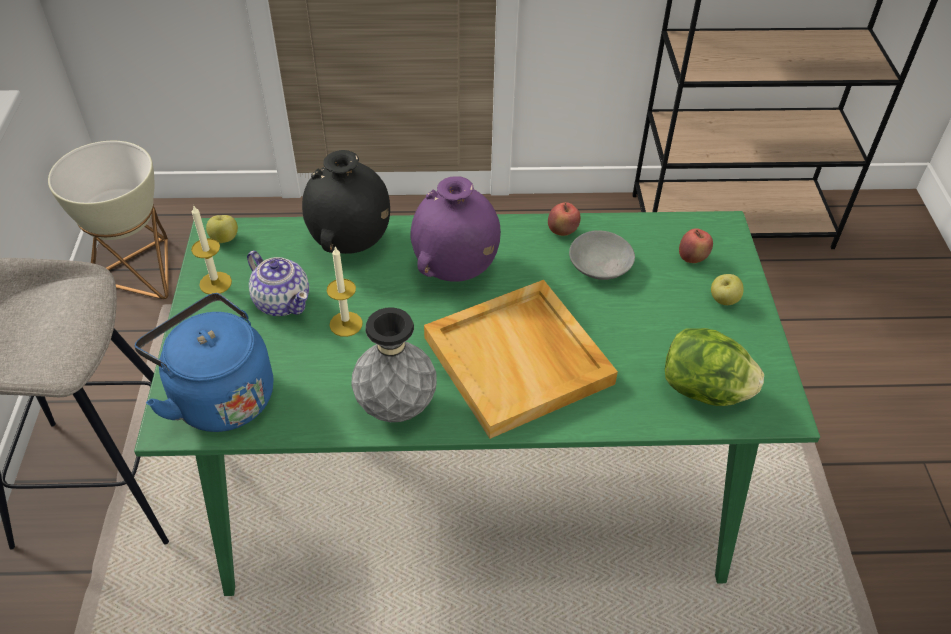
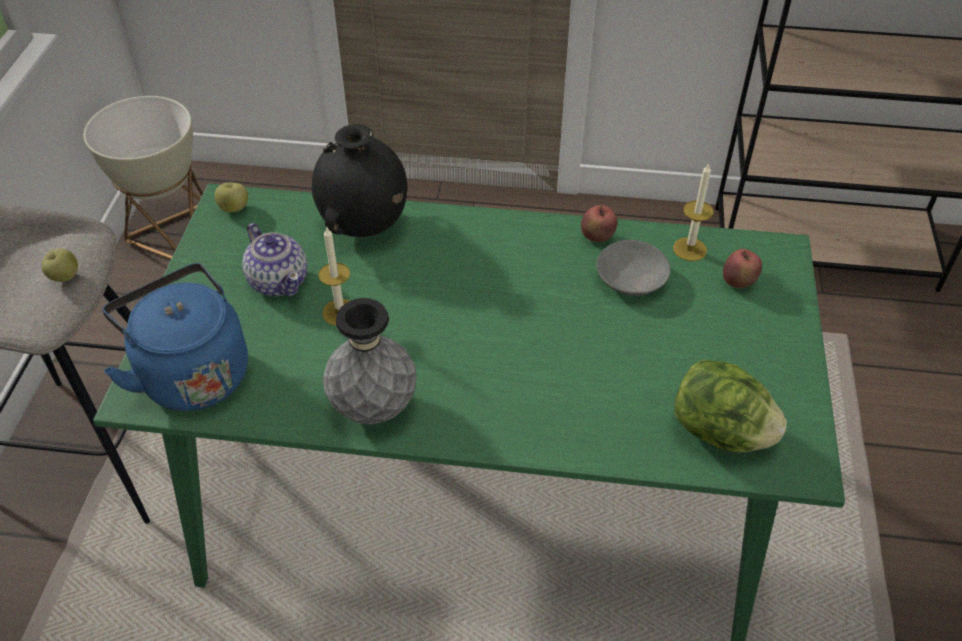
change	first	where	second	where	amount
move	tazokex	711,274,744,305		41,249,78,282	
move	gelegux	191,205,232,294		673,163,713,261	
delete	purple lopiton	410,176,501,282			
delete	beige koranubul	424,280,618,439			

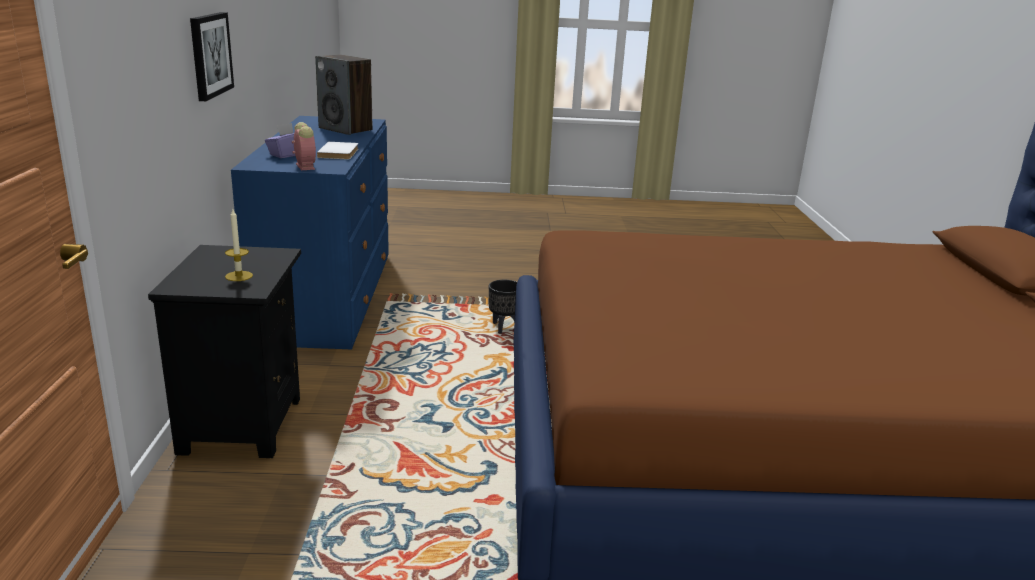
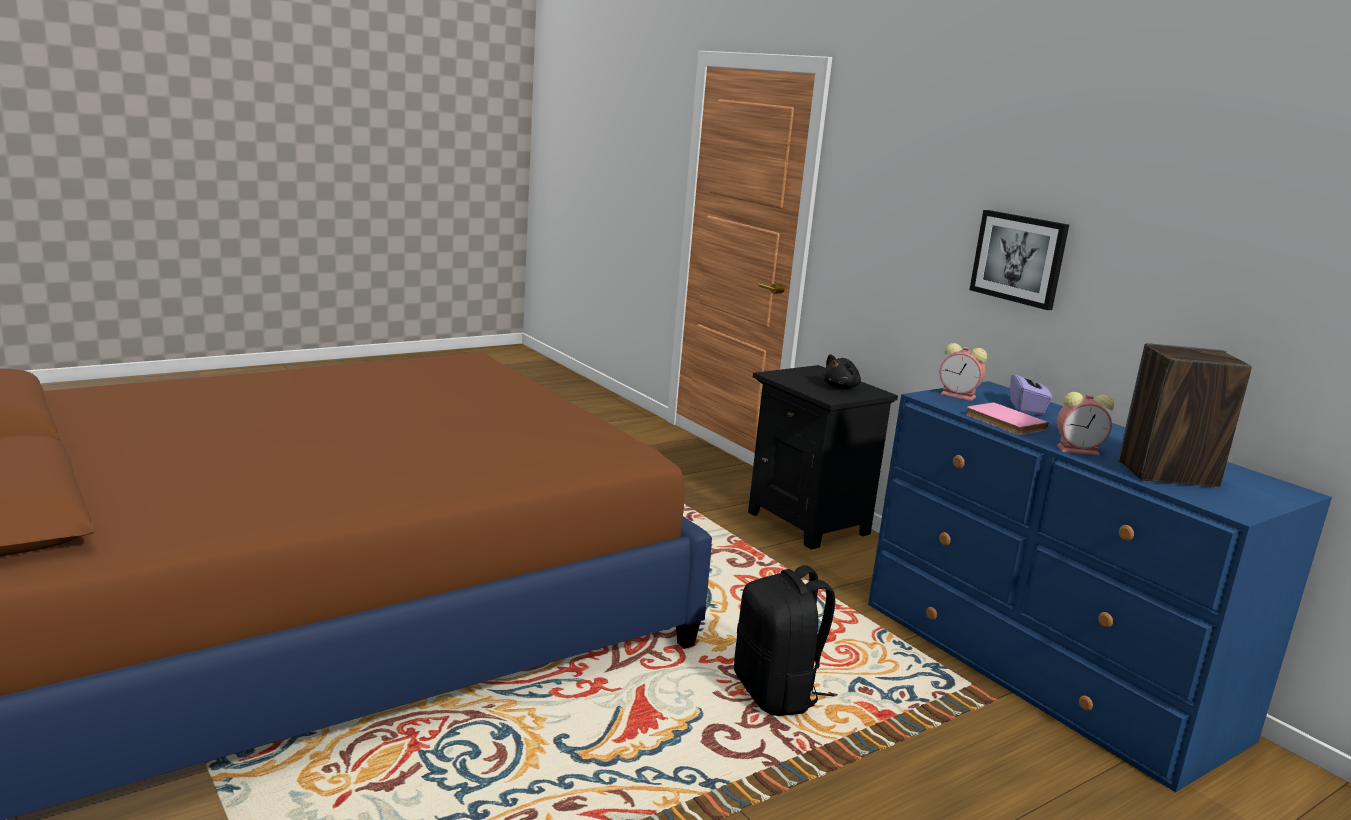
change	first	where	second	where	amount
replace	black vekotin	489,280,517,334	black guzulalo	734,565,835,716	
insert			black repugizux	823,354,861,389	
recolor	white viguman	317,142,358,159	pink viguman	966,402,1049,435	
insert			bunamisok	1057,392,1114,456	
delete	gelegux	225,209,253,281			

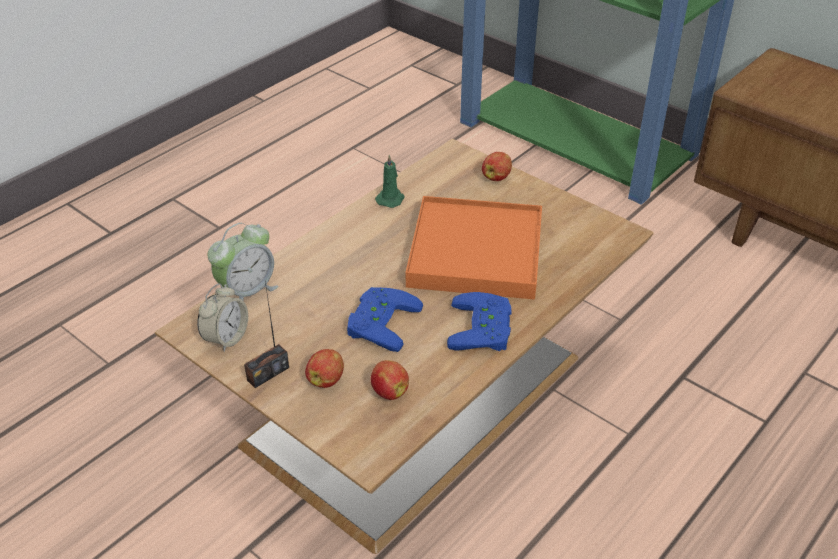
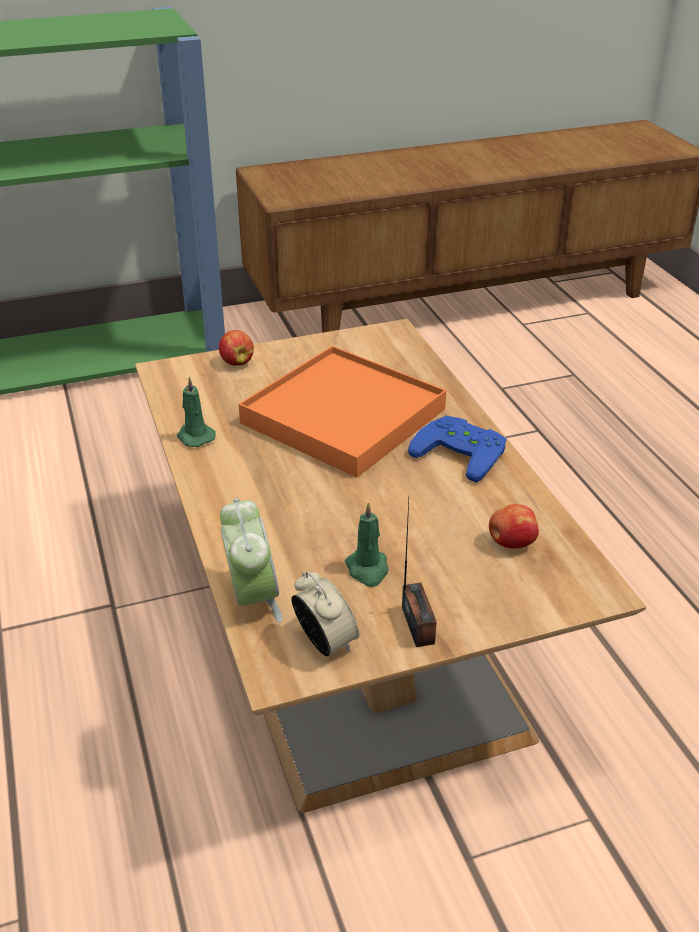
change	first	where	second	where	amount
insert			green gelegux	345,502,389,587	
delete	tazokex	305,349,344,388			
delete	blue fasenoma	347,287,423,352			

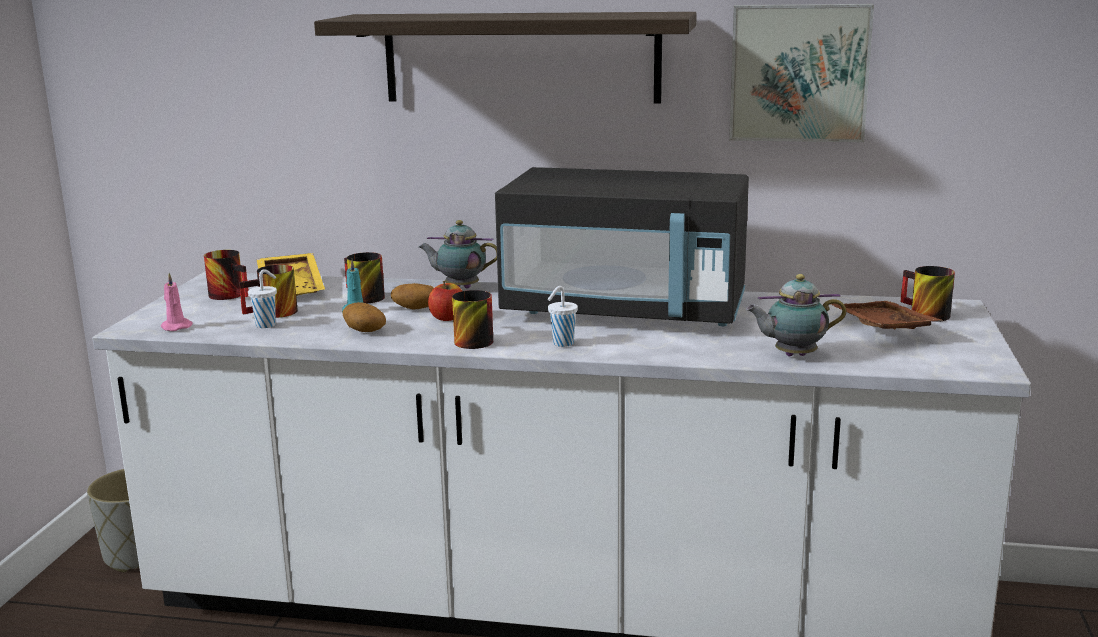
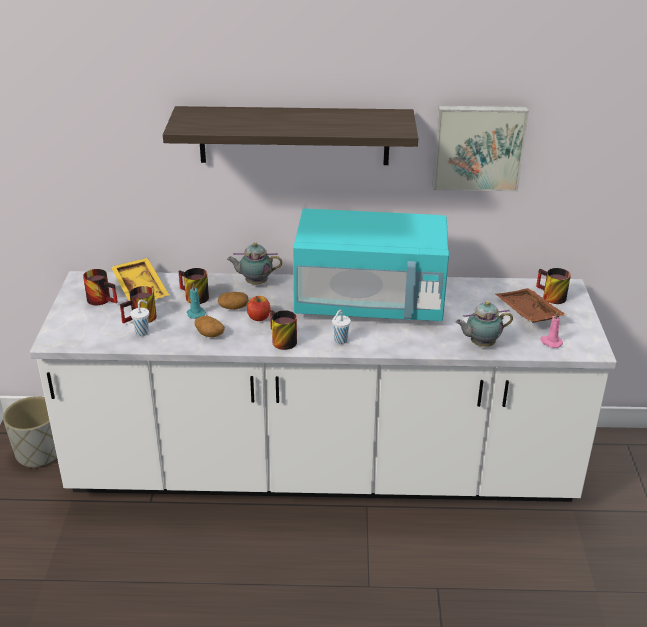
change	first	where	second	where	amount
recolor	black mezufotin	495,167,749,326	turquoise mezufotin	293,208,449,321	
move	pink gelegux	161,273,193,331		540,311,563,348	

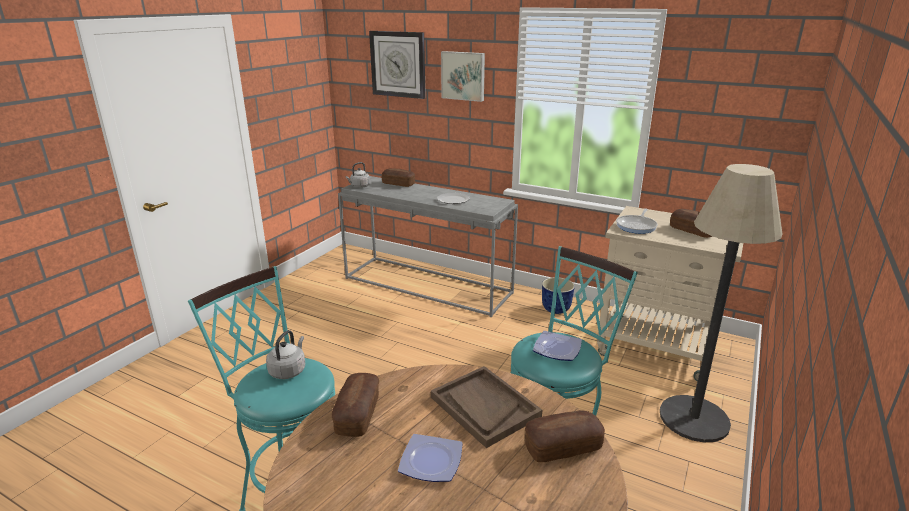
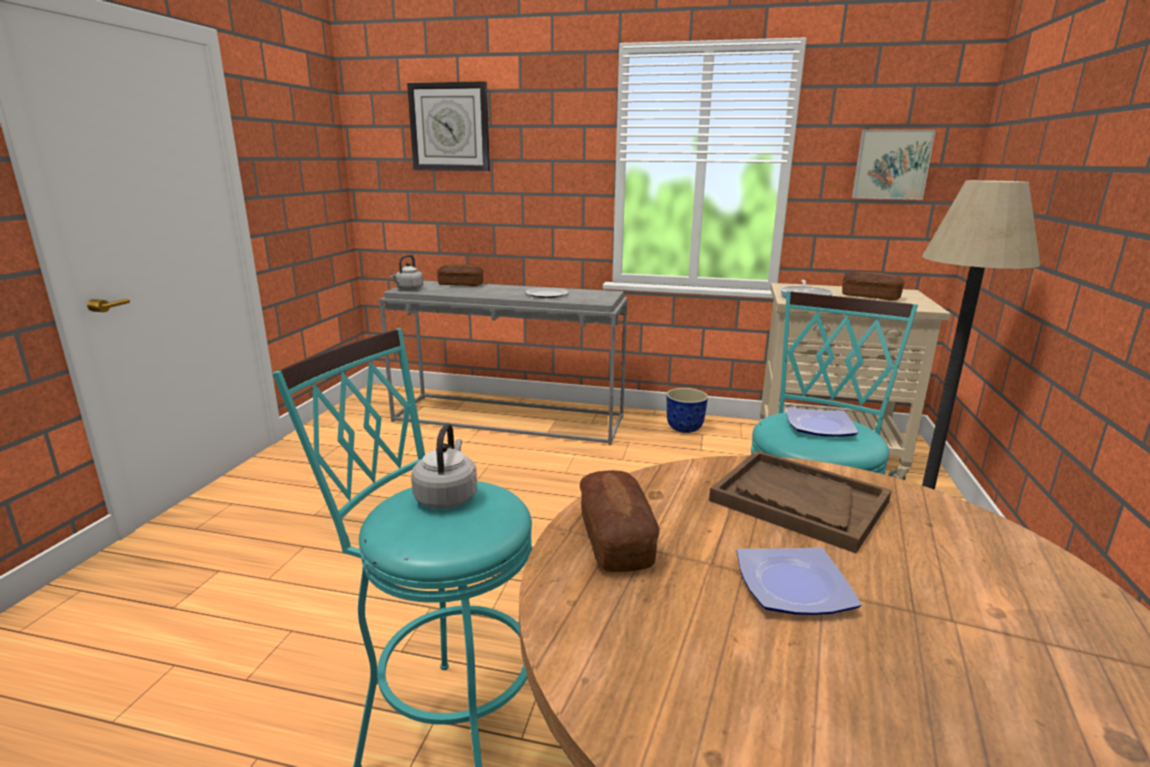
change	first	where	second	where	amount
move	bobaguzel	441,51,485,102		852,130,936,200	
delete	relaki	525,410,605,462			

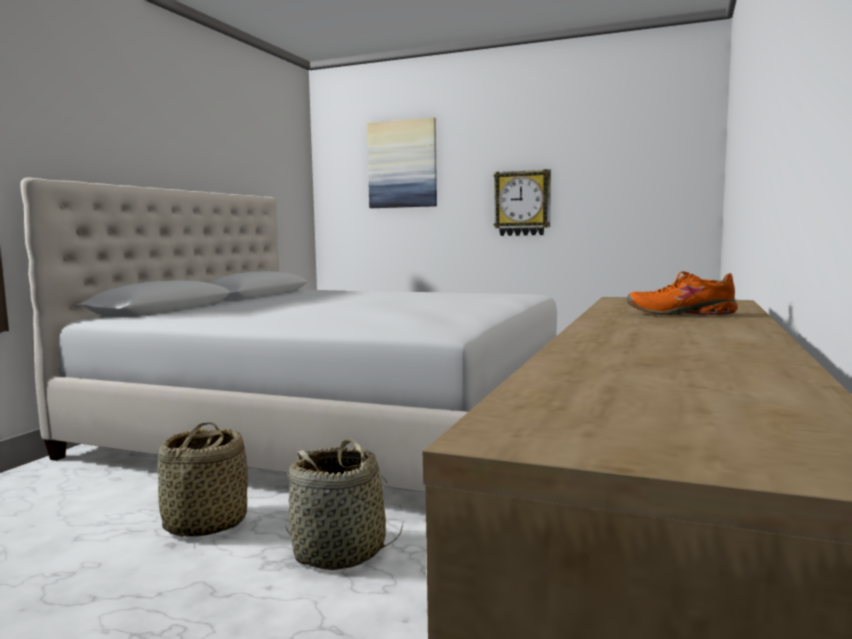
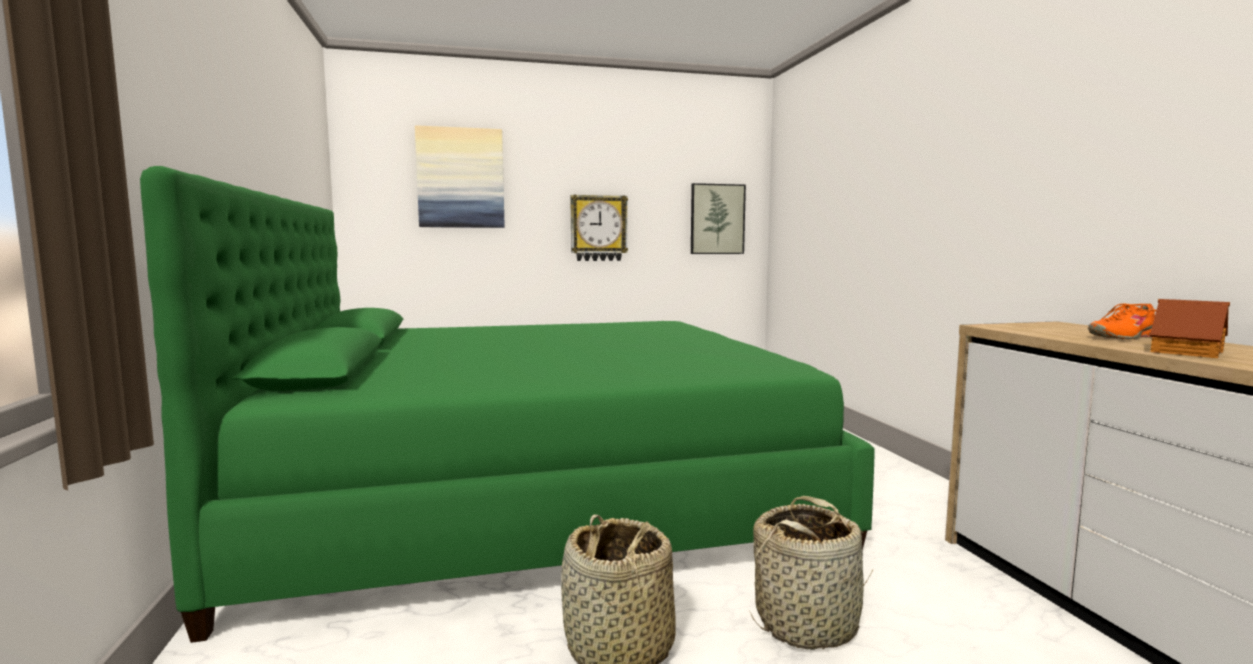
change	first	where	second	where	amount
recolor	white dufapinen	20,177,557,492	green dufapinen	140,166,875,643	
insert			bobaguzel	691,183,746,254	
insert			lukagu	1150,299,1230,358	

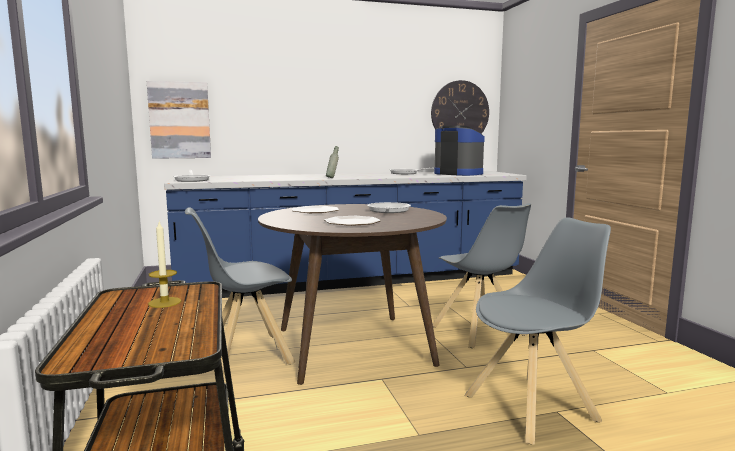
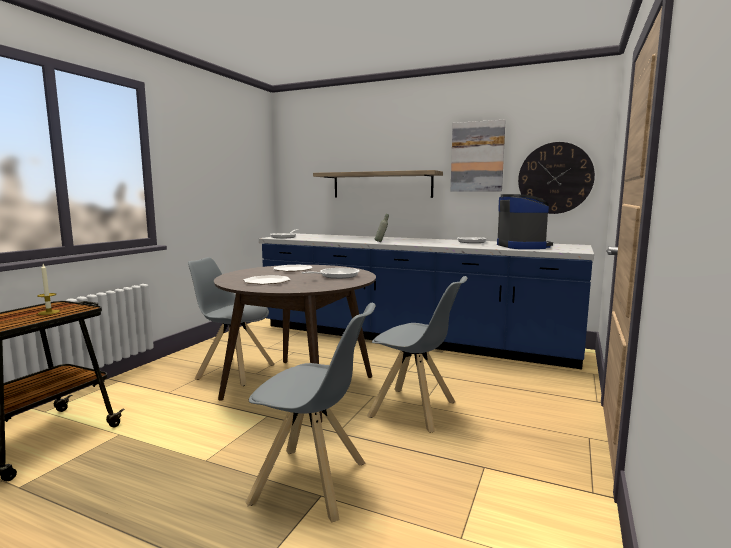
change	first	where	second	where	amount
insert			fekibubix	313,170,443,198	
rotate	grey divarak	433,203,531,348		367,276,468,432	75 degrees counterclockwise
move	bobaguzel	147,81,211,159		451,120,506,192	

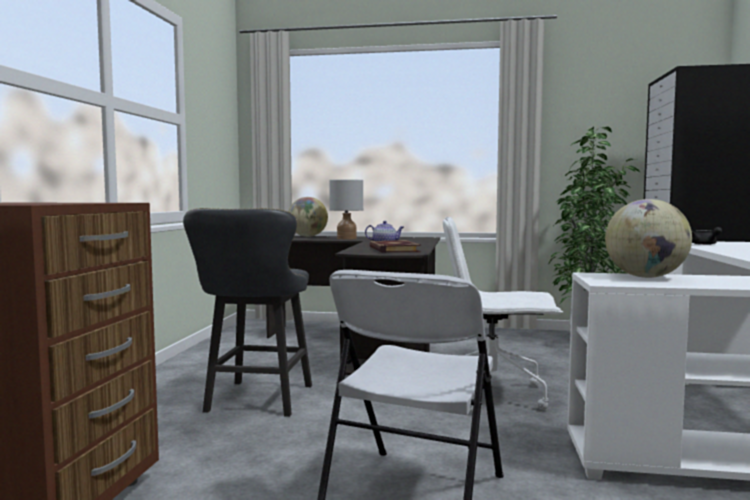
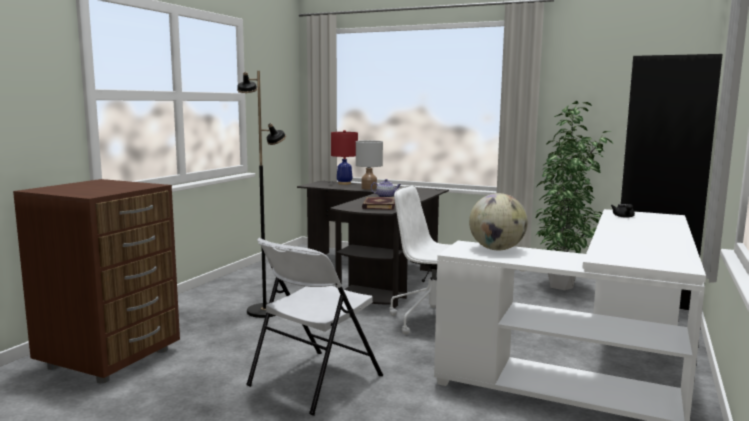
change	first	where	second	where	amount
replace	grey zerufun	183,208,312,417	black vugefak	237,71,286,318	
replace	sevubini	288,197,328,237	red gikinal	331,130,358,185	

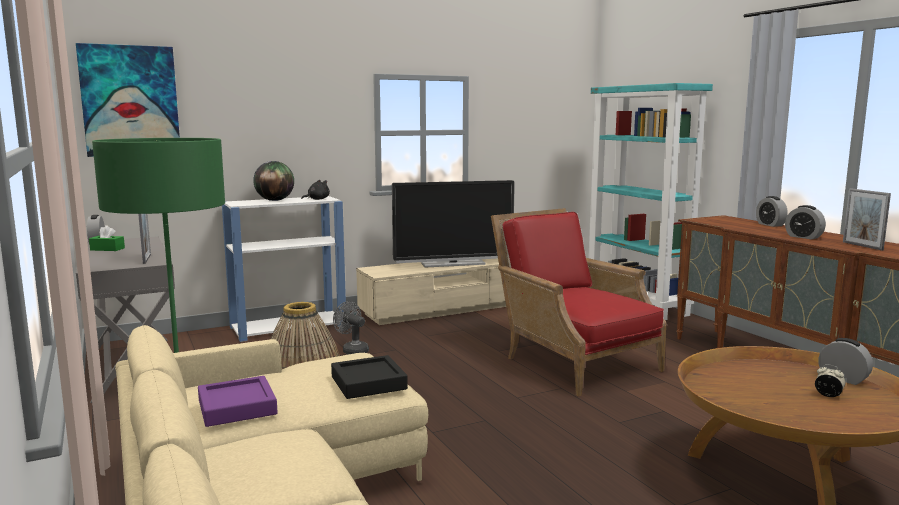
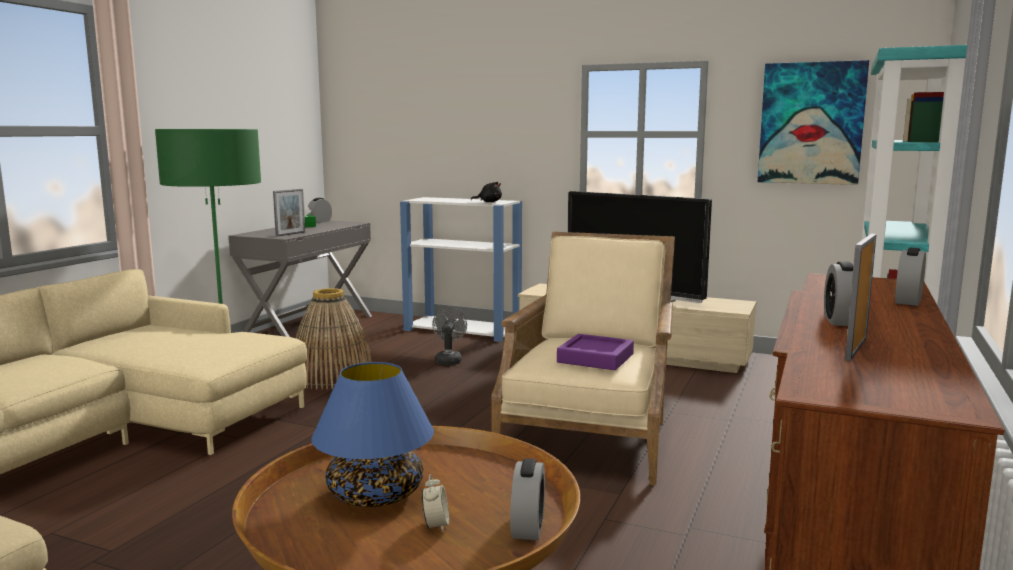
change	first	where	second	where	amount
insert			blue gikinal	311,362,434,507	
recolor	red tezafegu	491,208,666,397	beige tezafegu	491,232,675,486	
move	purple koranubul	198,376,278,427		557,334,634,370	
move	bobaguzel	76,43,180,157		758,60,869,185	
delete	sevubini	253,161,294,201			
delete	black koranubul	331,355,408,399			

